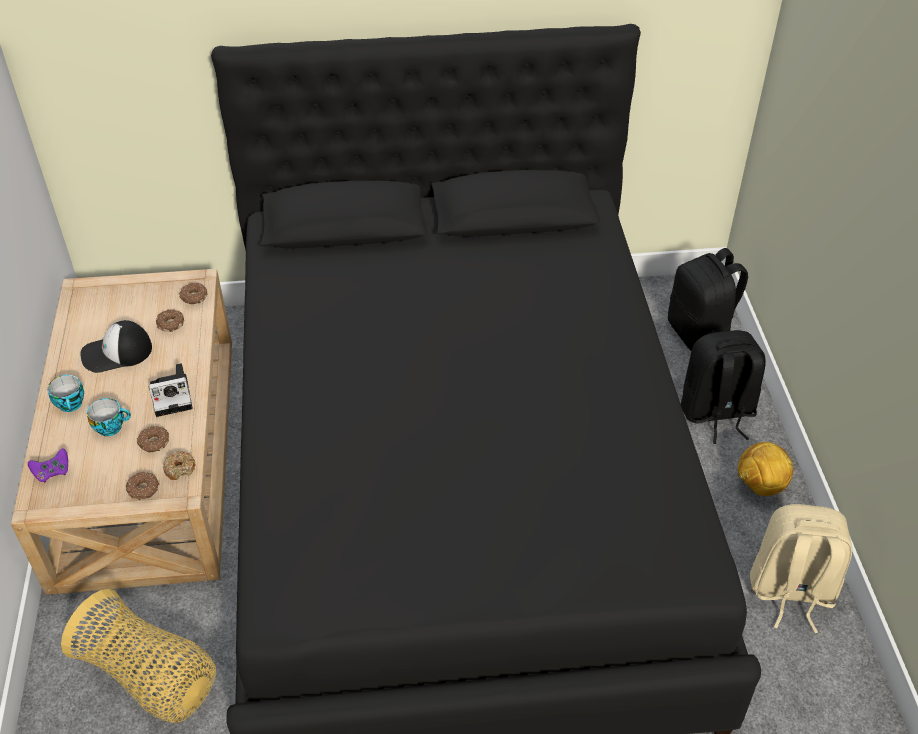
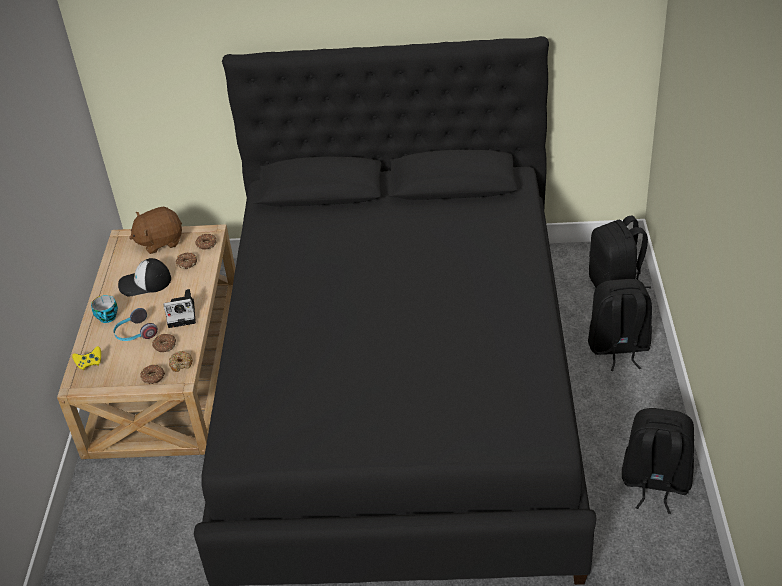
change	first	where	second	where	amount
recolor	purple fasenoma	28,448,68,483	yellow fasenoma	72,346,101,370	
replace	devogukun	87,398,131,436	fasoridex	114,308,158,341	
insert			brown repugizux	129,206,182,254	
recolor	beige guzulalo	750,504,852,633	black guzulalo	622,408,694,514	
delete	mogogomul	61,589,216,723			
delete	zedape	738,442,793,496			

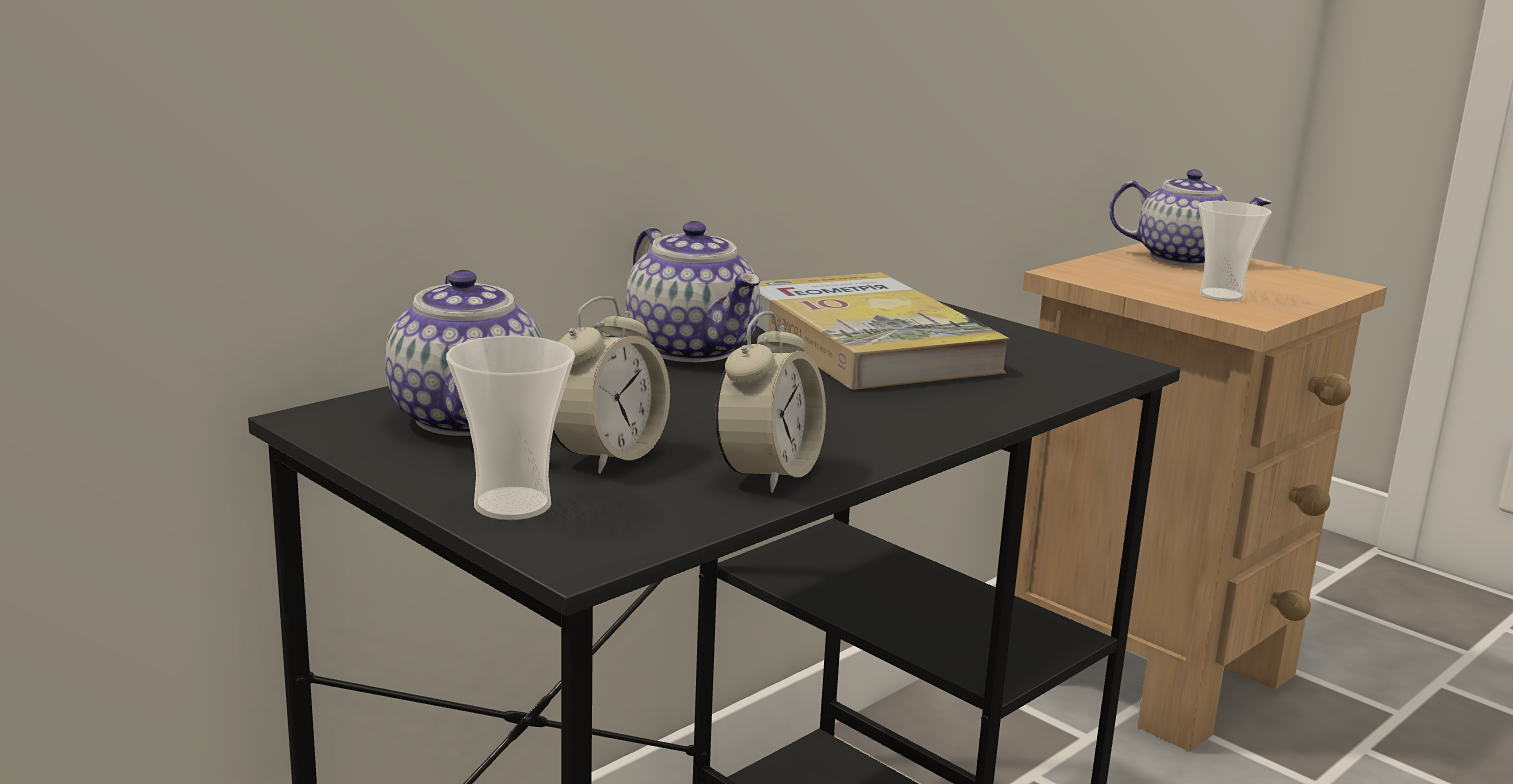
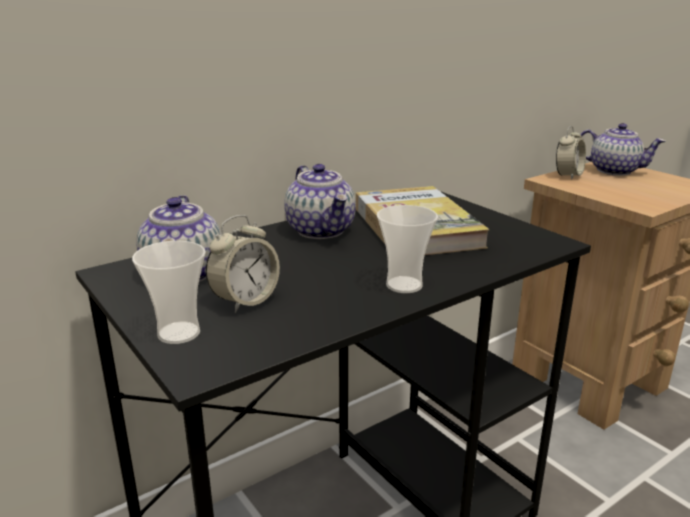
change	first	where	second	where	amount
move	devogukun	1198,201,1271,301		377,205,438,293	
move	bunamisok	715,311,826,493		556,126,586,180	

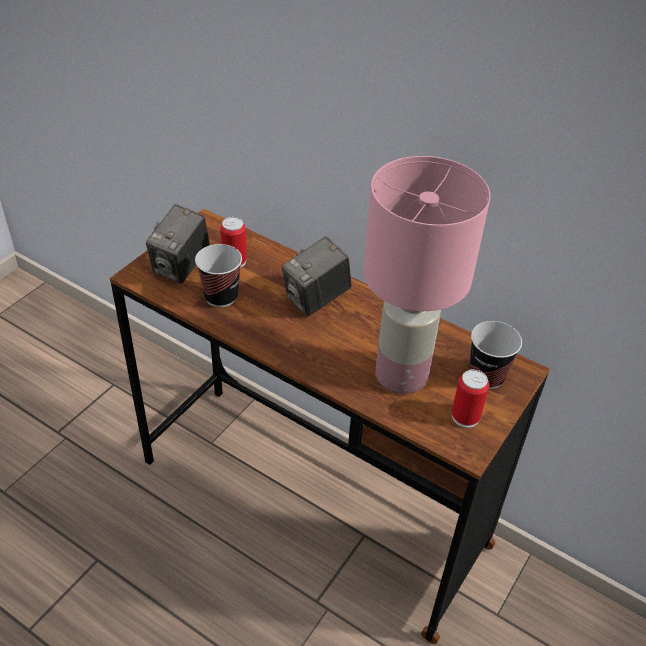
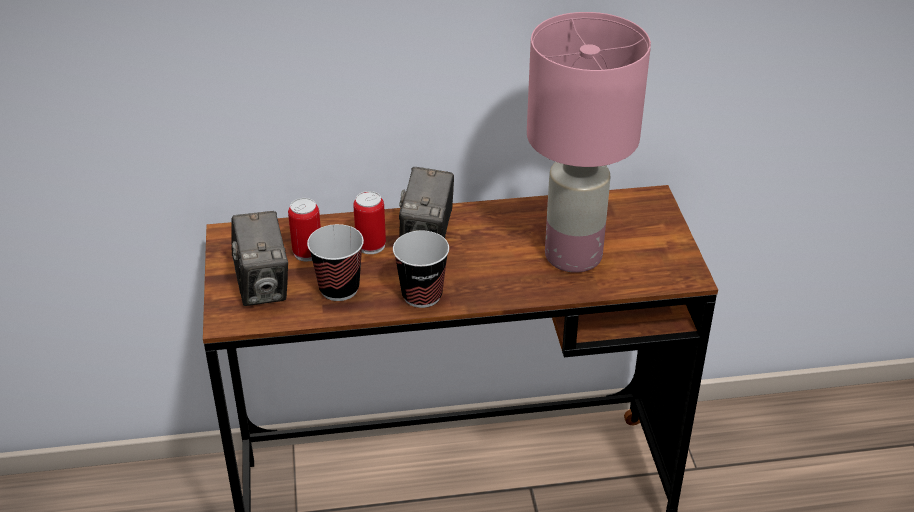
change	first	where	second	where	amount
move	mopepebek	452,369,489,428		353,191,386,254	
move	devogukun	469,321,522,389		393,231,449,308	

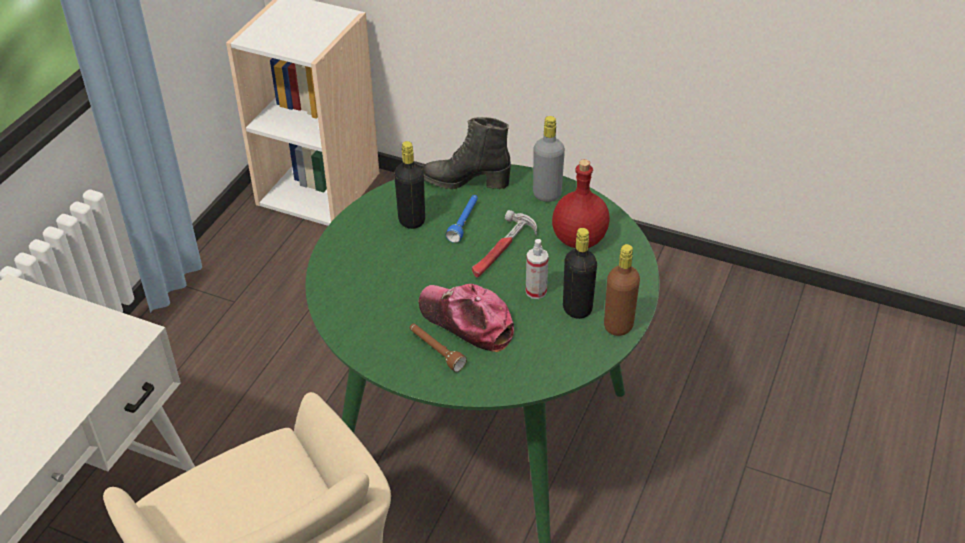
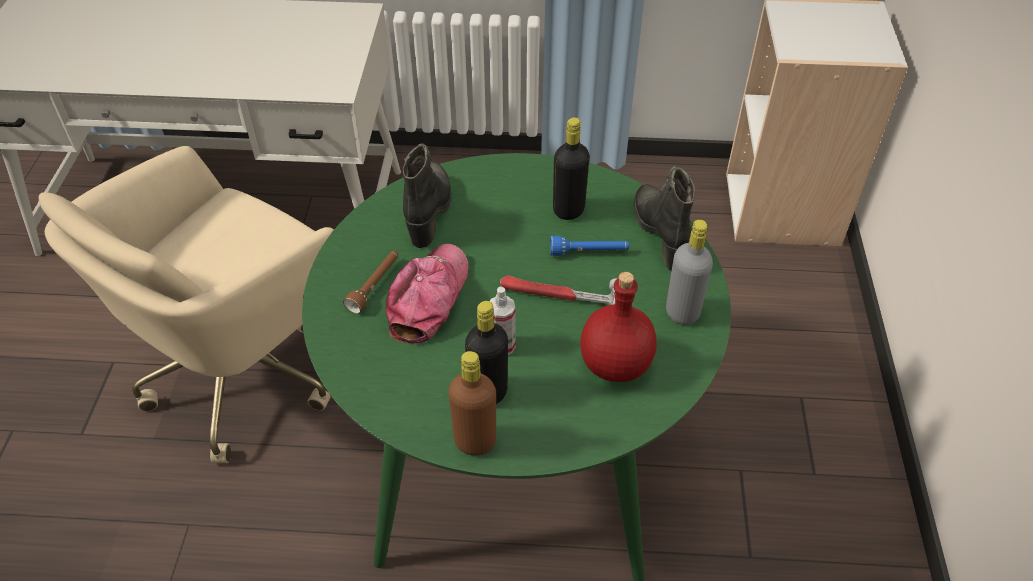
change	first	where	second	where	amount
insert			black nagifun	403,143,452,248	

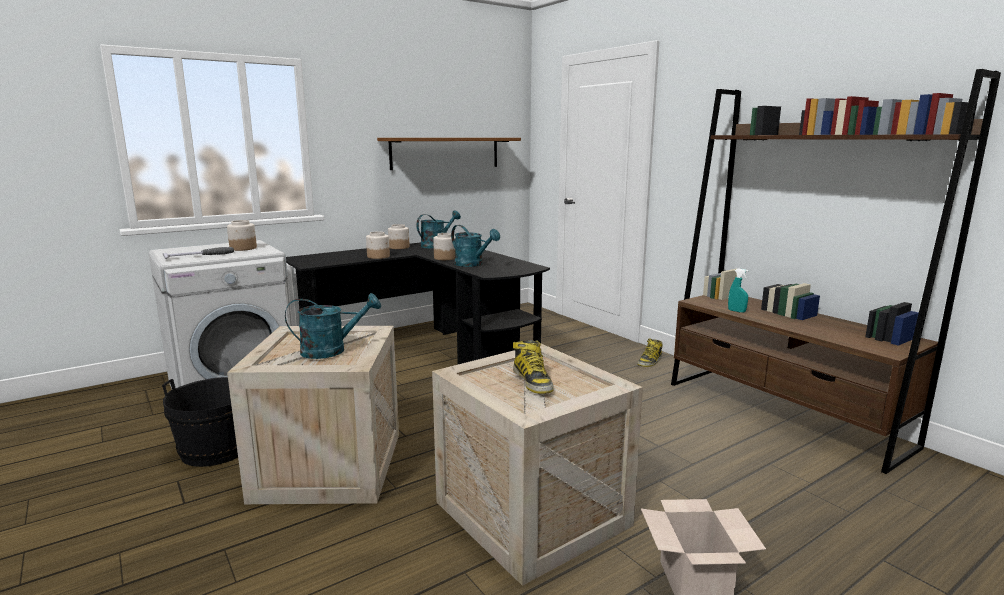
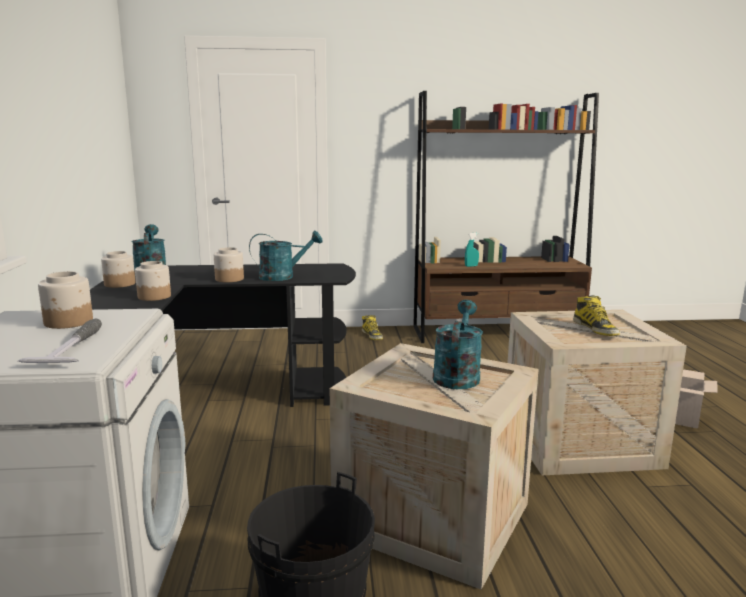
change	first	where	second	where	amount
rotate	nagifun	513,340,554,394		573,295,620,336	60 degrees clockwise
delete	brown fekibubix	377,138,521,170			

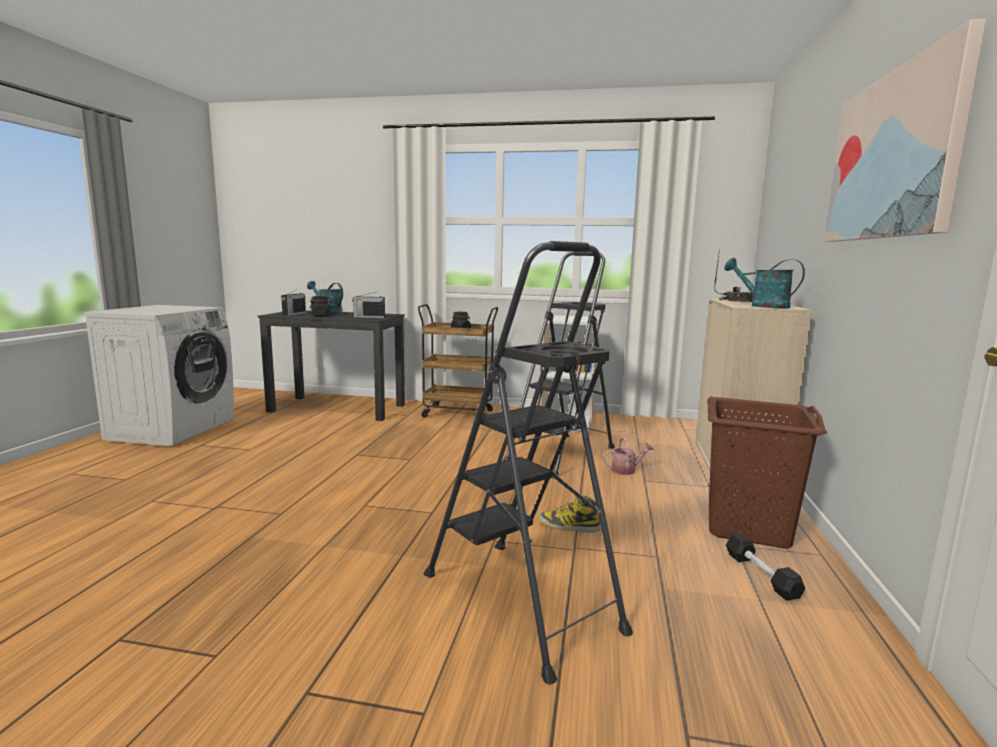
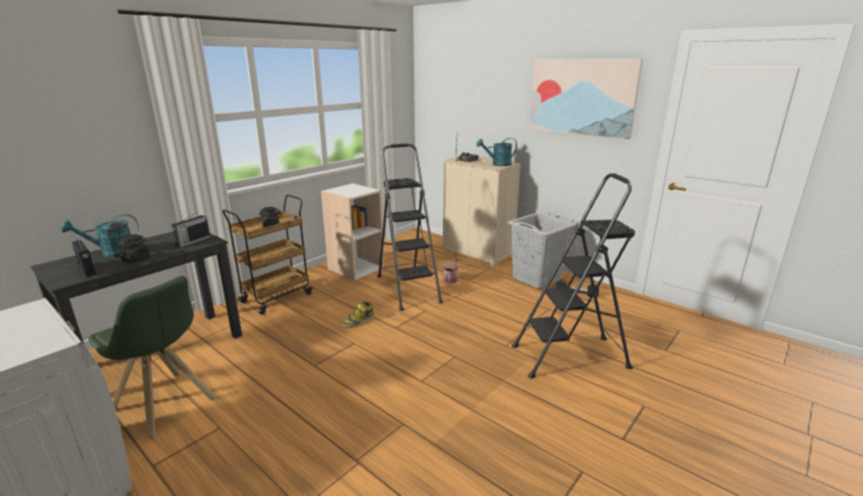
change	first	where	second	where	amount
insert			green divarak	88,276,217,439	
move	nagifun	538,495,600,532		342,301,374,328	
recolor	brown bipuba	708,396,827,549	grey bipuba	508,212,576,289	

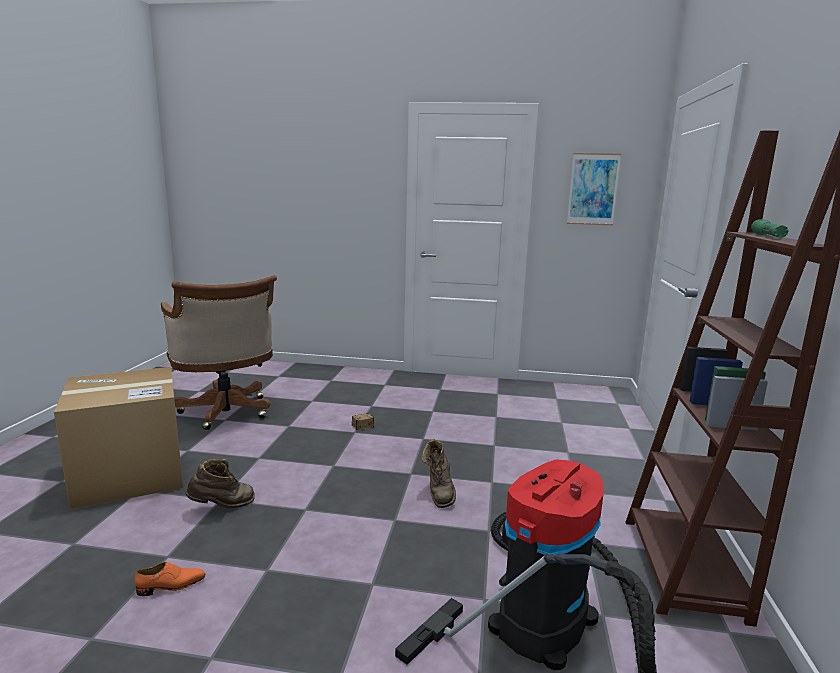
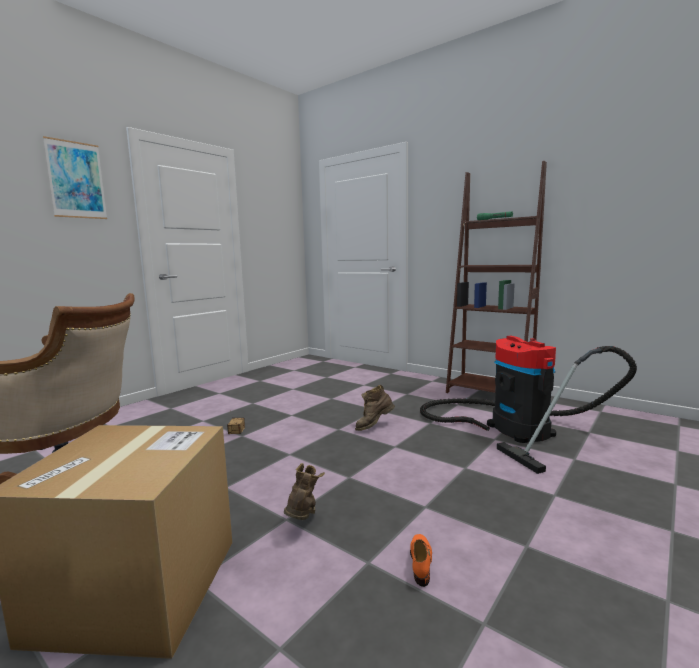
change	first	where	second	where	amount
move	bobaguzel	567,153,621,225		43,136,107,219	
rotate	brown nagifun	422,439,456,508		355,385,395,431	120 degrees clockwise

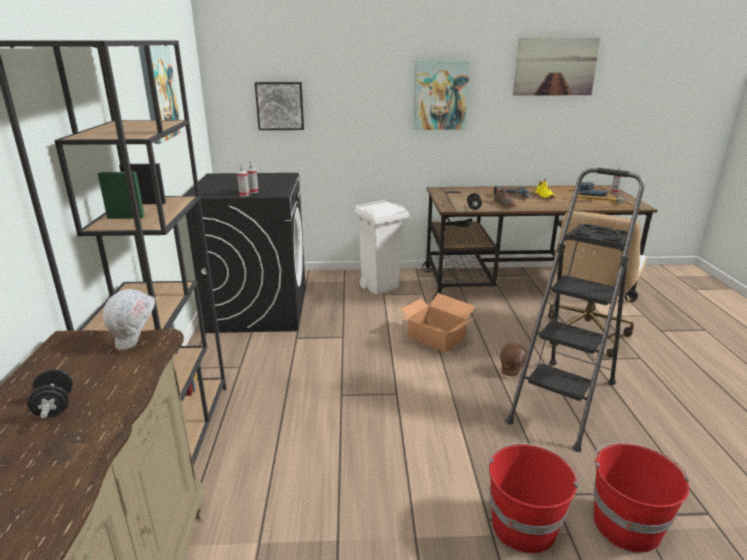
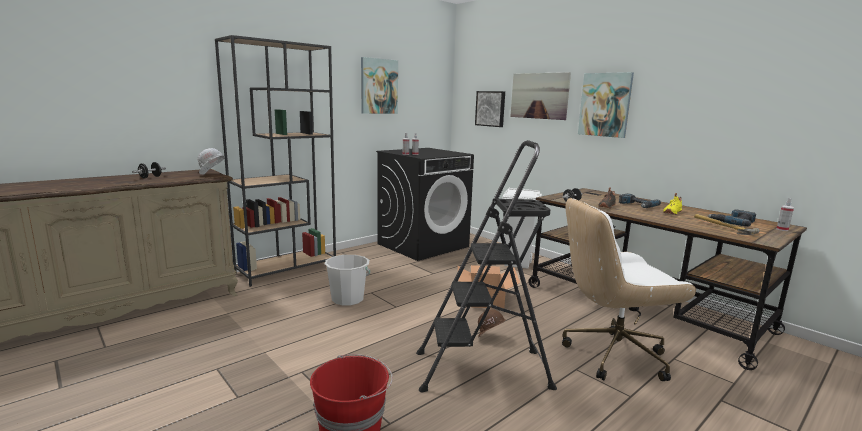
change	first	where	second	where	amount
insert			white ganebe	325,255,370,306	
move	bobaguzel	513,38,601,96		510,72,571,120	
delete	red ganebe	489,443,579,553			

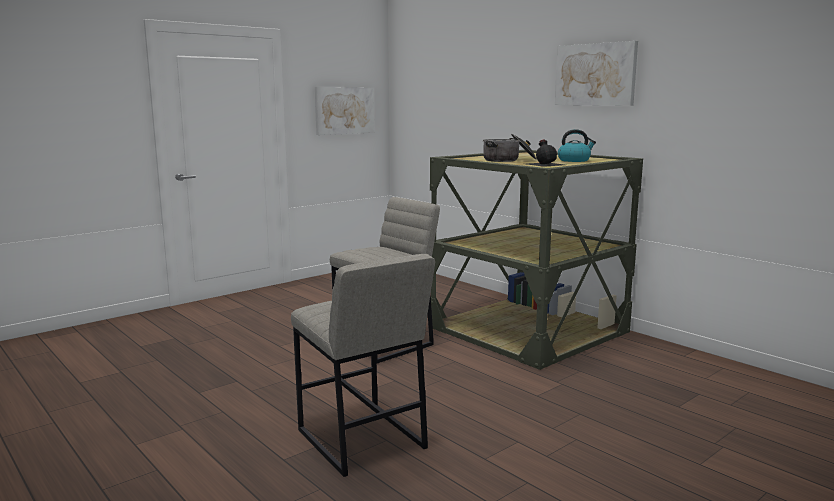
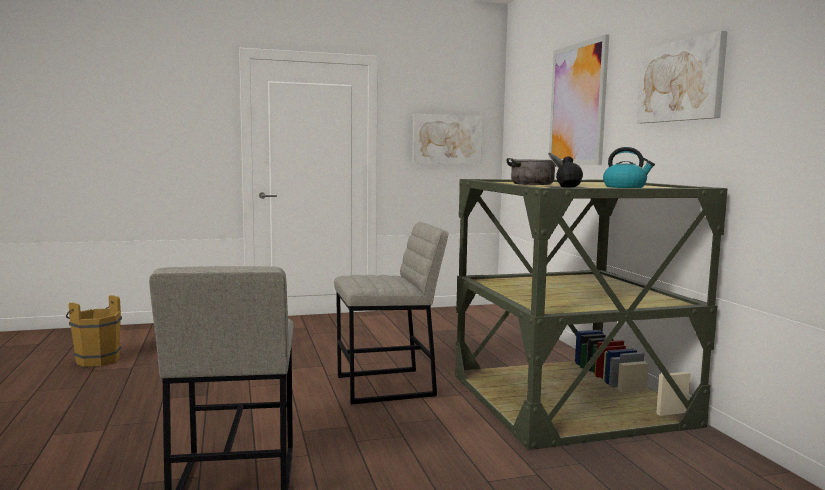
change	first	where	second	where	amount
insert			brown ganebe	66,295,122,367	
insert			bobaguzel	549,34,609,165	

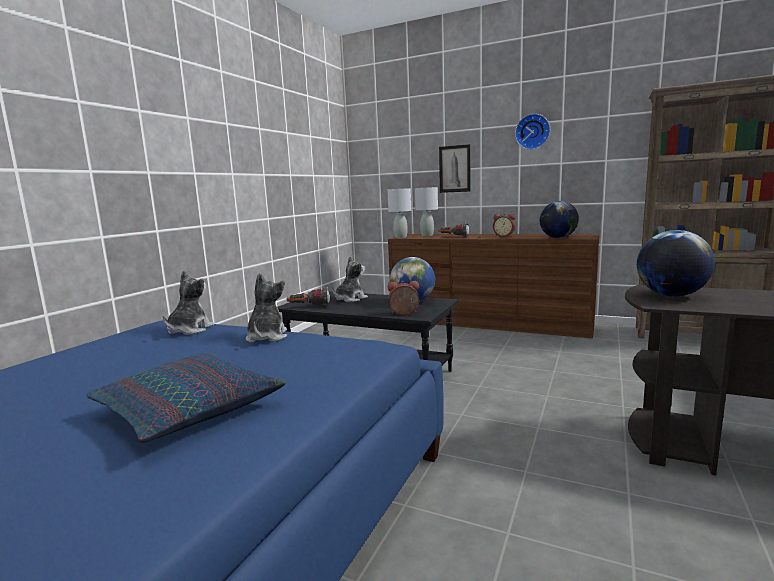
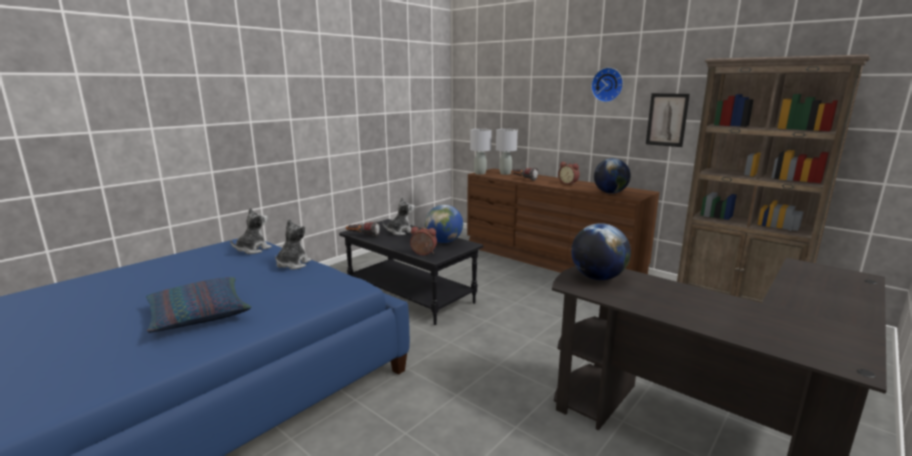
change	first	where	second	where	amount
move	bobaguzel	439,144,470,193		646,93,690,147	

